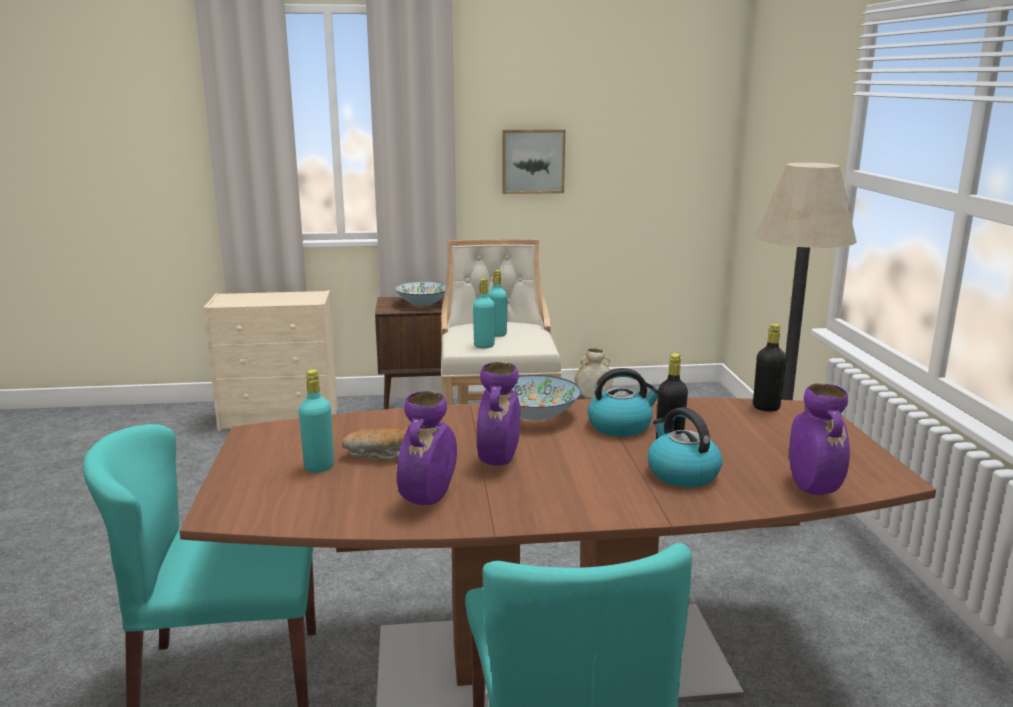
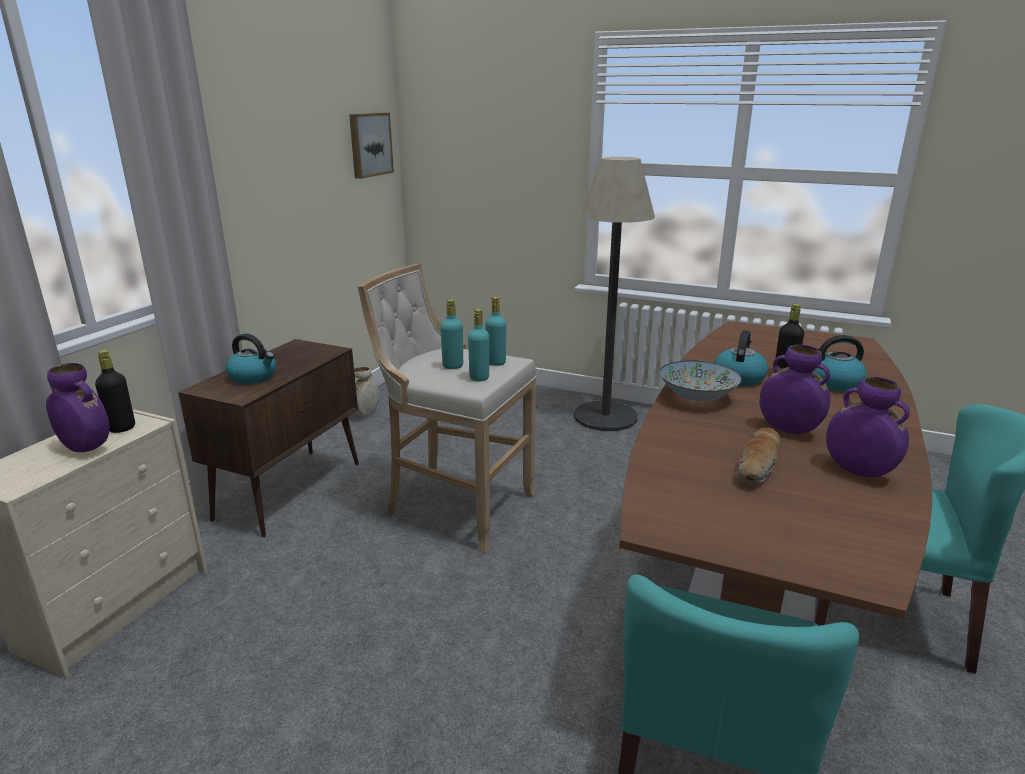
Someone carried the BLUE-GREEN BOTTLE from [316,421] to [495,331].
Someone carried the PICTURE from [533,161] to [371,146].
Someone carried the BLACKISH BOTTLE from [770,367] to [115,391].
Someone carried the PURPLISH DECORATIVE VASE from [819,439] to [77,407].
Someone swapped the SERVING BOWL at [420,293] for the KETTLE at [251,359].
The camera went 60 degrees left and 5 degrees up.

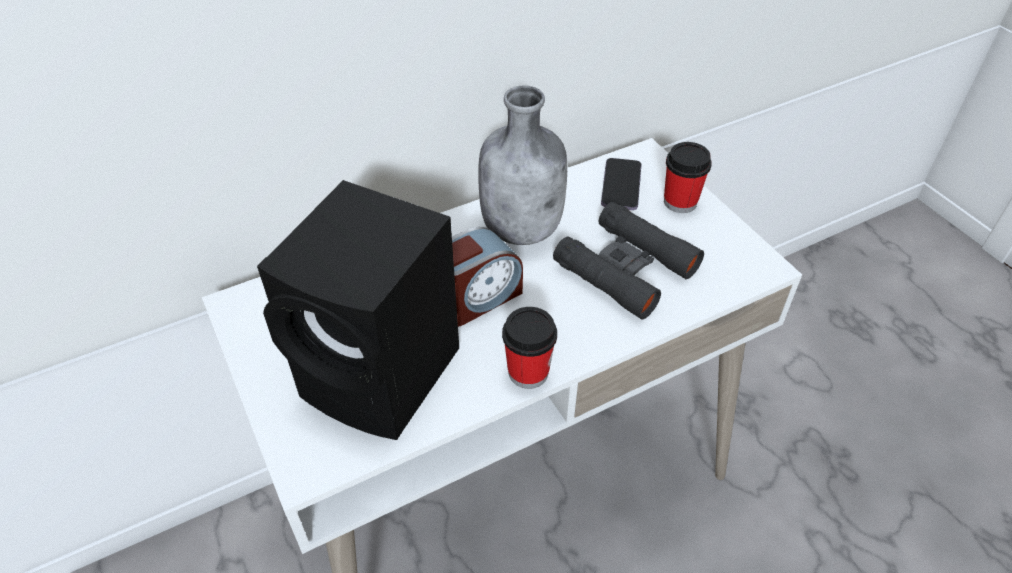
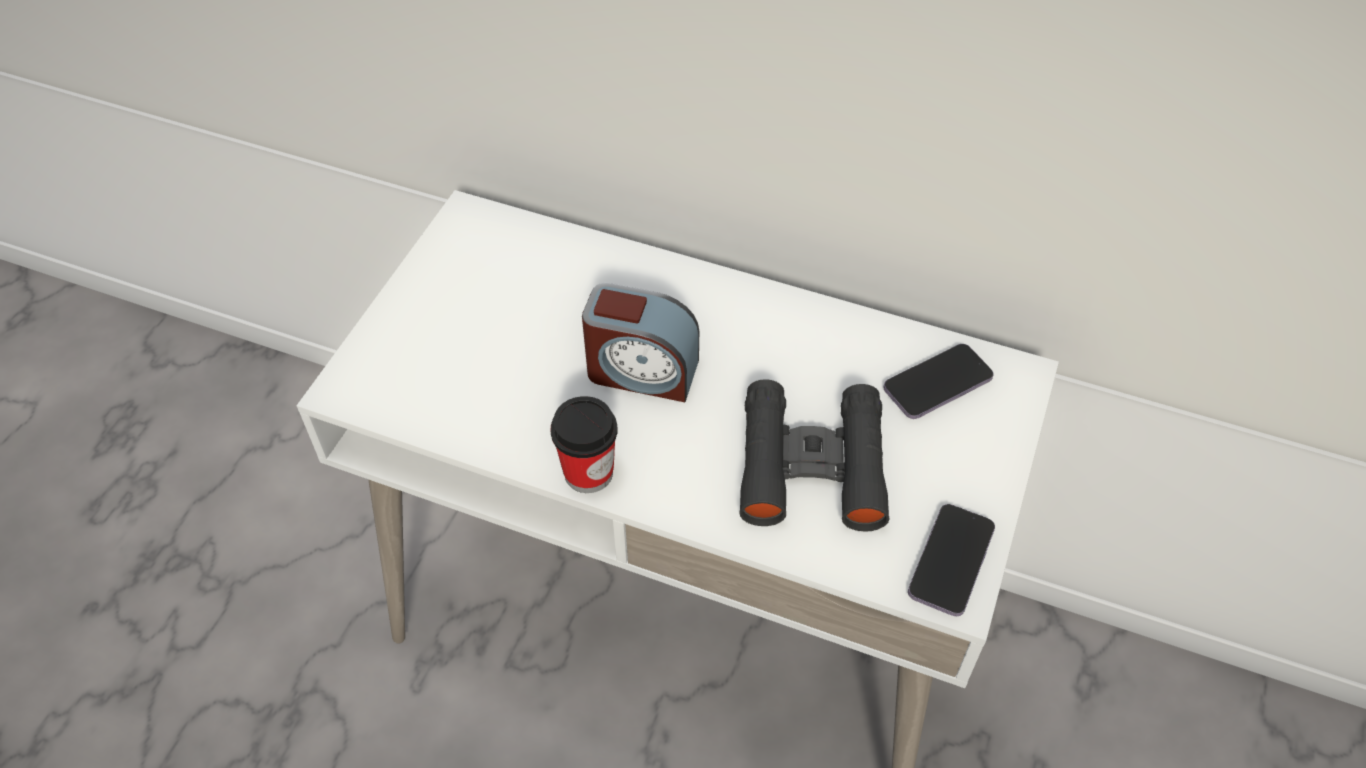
Someone took away the BLACKISH LOUDSPEAKER at [358,310].
Someone took away the GRAY BOTTLE at [522,165].
Someone took away the CUP at [688,177].
Someone put down the PHONE at [951,560].
The camera went 50 degrees right and 5 degrees up.

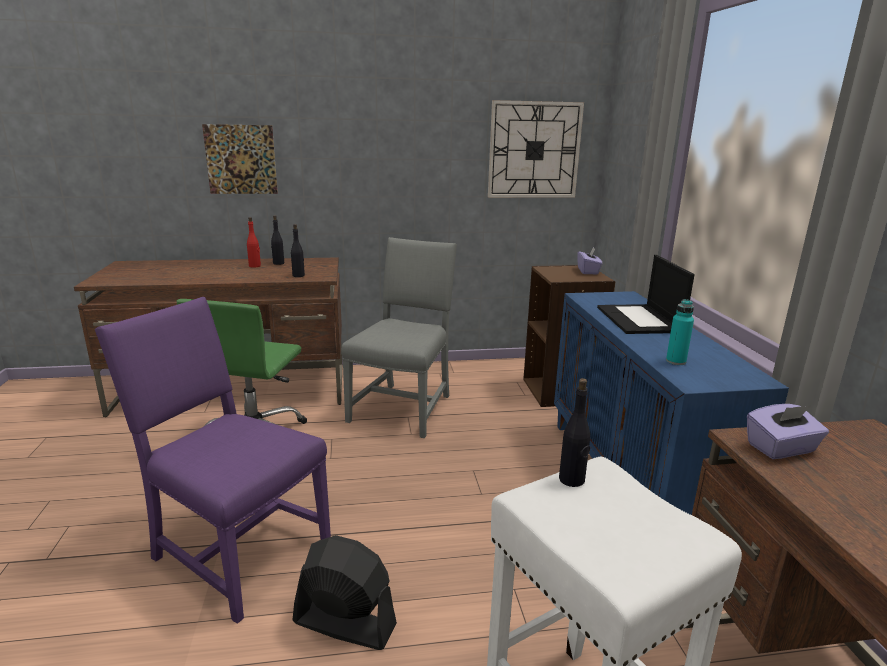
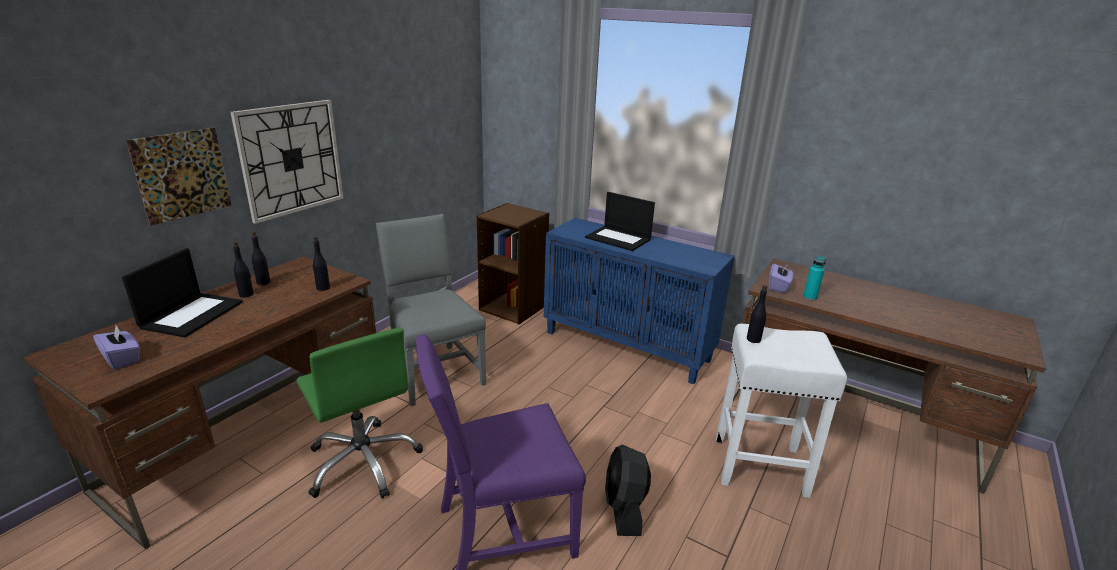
Someone put down the PORTABLE COMPUTER at [182,292].
Someone carried the CLOCK ON THE WALL from [536,149] to [287,162].
Someone carried the PURPLISH TISSUE BOX from [589,260] to [116,347].
Someone carried the BLUE-GREEN BOTTLE from [680,332] to [814,278].
Someone repainted the REDDISH BOTTLE at [254,242], which became the BLACKISH BOTTLE at [243,269].
Someone rotated the BLACKISH ELECTRIC FAN at [344,592] by 60 degrees counterclockwise.
The camera went 50 degrees left and 5 degrees up.

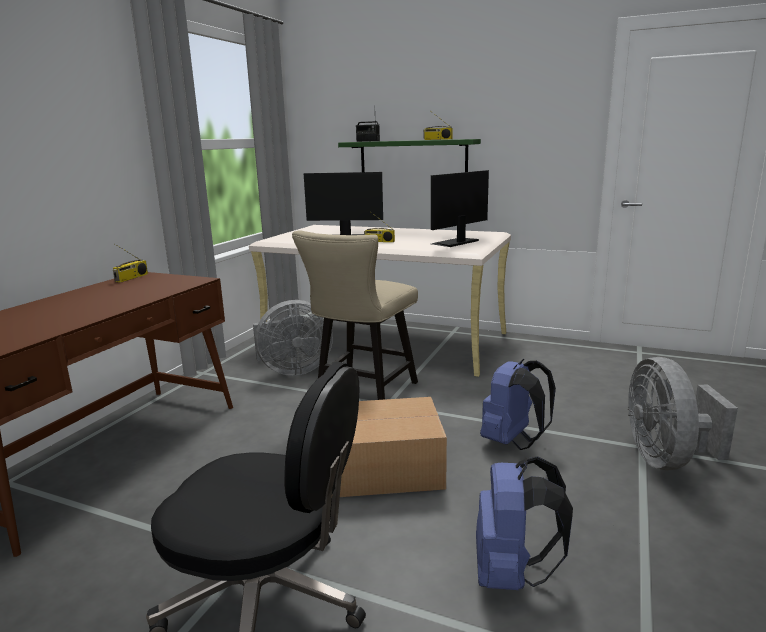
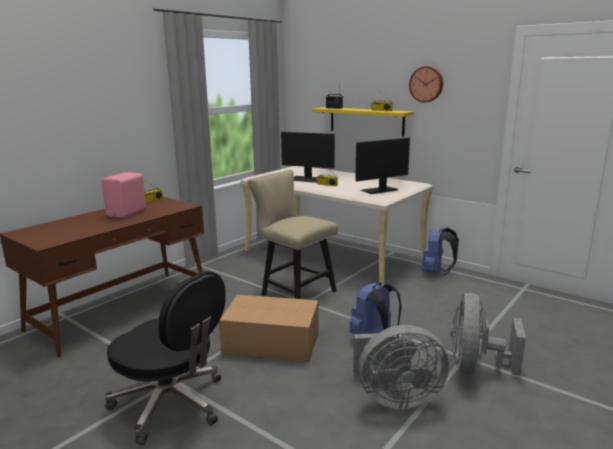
Someone put down the PINK LOUDSPEAKER at [123,195].
Someone put up the CLOCK ON THE WALL at [426,84].
Someone carried the GRAY ELECTRIC FAN from [293,338] to [401,367].
Someone carried the BLUE-COLOURED RUCKSACK from [524,523] to [440,252].
Someone repainted the GREEN-COLOURED BRACKET SHELF at [409,155], which became the YELLOW-COLOURED BRACKET SHELF at [363,122].
Someone rotated the SAND-COLOURED CHAIR at [355,315] by 90 degrees clockwise.
The camera went 15 degrees right and 0 degrees up.

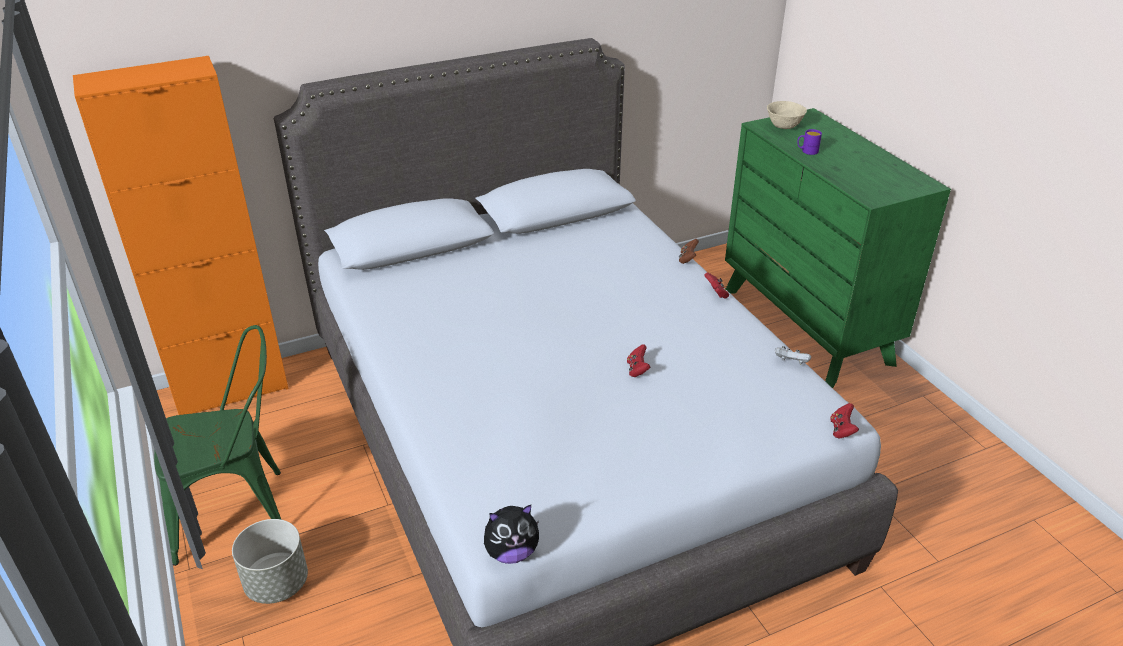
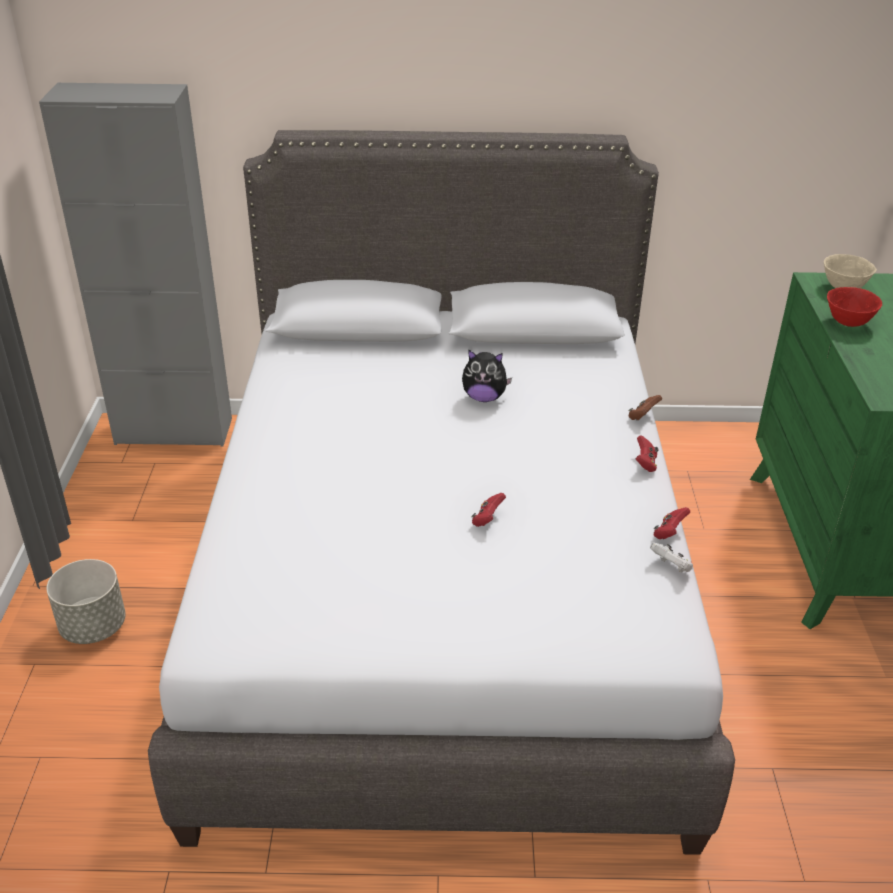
Someone took away the GREEN-COLOURED CHAIR at [218,445].
Someone carried the SOFT TOY from [511,534] to [487,375].
Someone carried the REDDISH GAMEPAD from [844,421] to [672,523].
Someone swapped the PURPLISH TEA MUG at [809,142] for the REDDISH SERVING BOWL at [854,307].
Someone repainted the ORANGEY CUPBOARD at [181,235], which became the GRAY CUPBOARD at [135,265].
The camera went 25 degrees right and 0 degrees up.

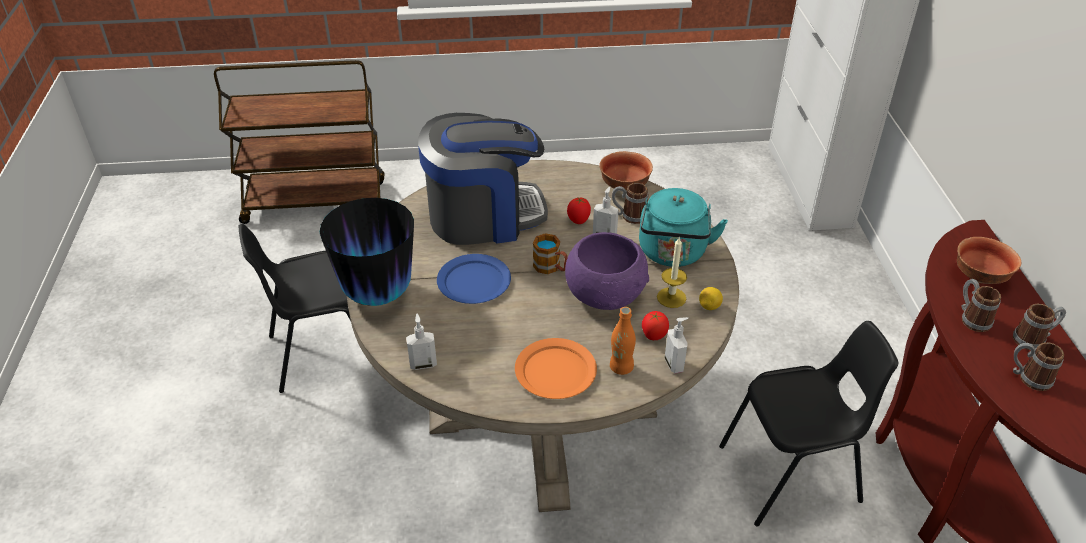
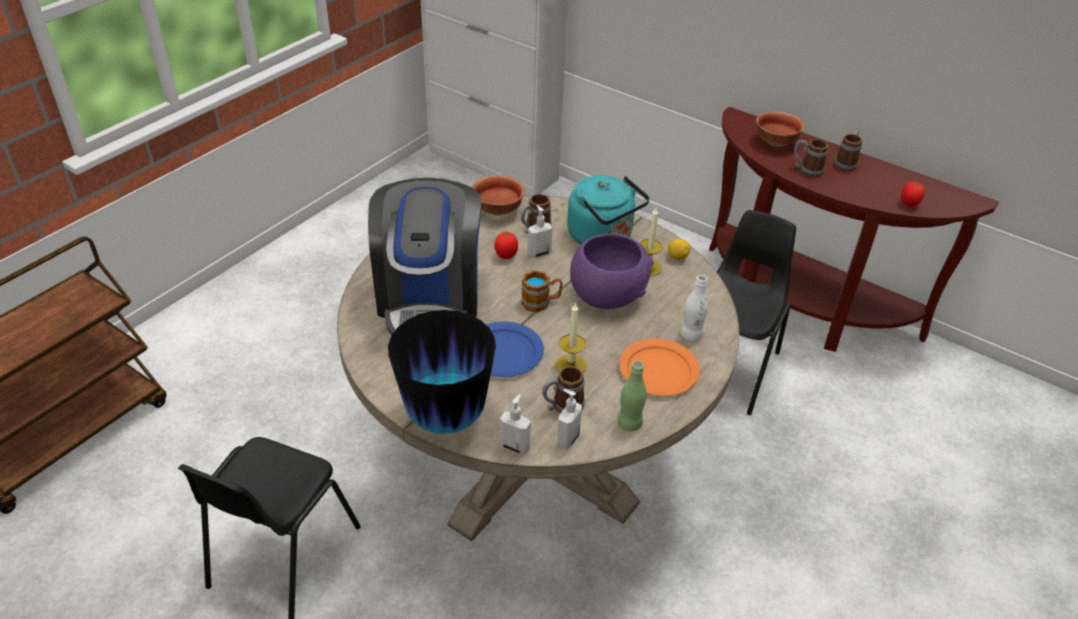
Someone put down the WAX LIGHT at [571,337].
Someone put down the GREEN-COLOURED BOTTLE at [632,396].
Someone carried the WHOLE TOMATO from [655,325] to [913,194].
Someone carried the LIQUID SOAP BOTTLE from [676,345] to [515,424].
Someone carried the TEA MUG from [1038,366] to [563,389].
Someone repainted the ORANGEY BOTTLE at [623,341], which became the WHITE BOTTLE at [694,308].
Someone rotated the COFFEE MAKER at [483,179] by 150 degrees clockwise.
The camera went 50 degrees left and 0 degrees up.

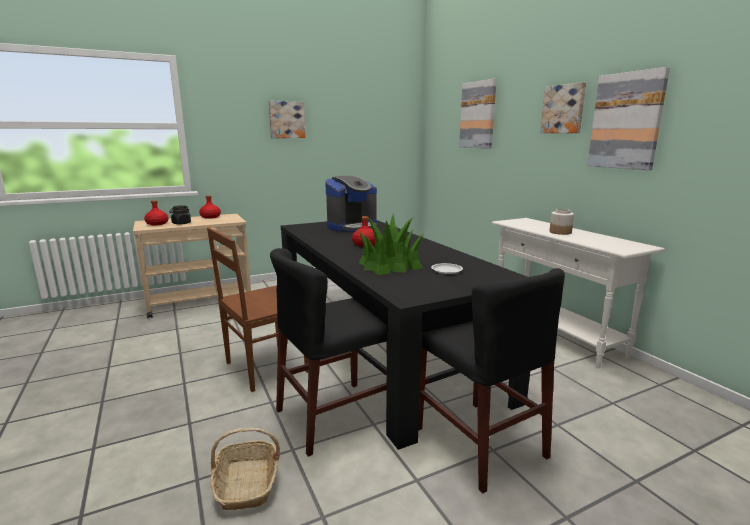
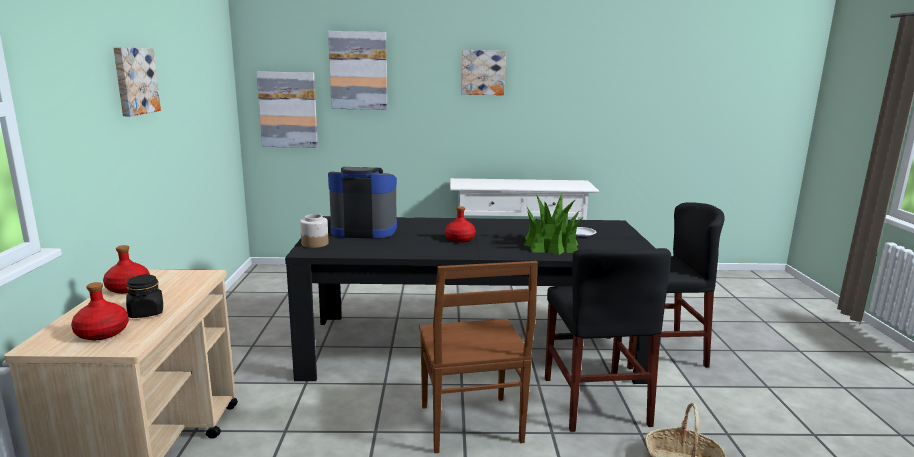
Someone carried the STORAGE JAR from [561,222] to [314,231].
Someone carried the PICTURE from [628,118] to [287,109].
Someone rotated the COFFEE MAKER at [351,204] by 75 degrees counterclockwise.
The camera went 65 degrees left and 0 degrees up.

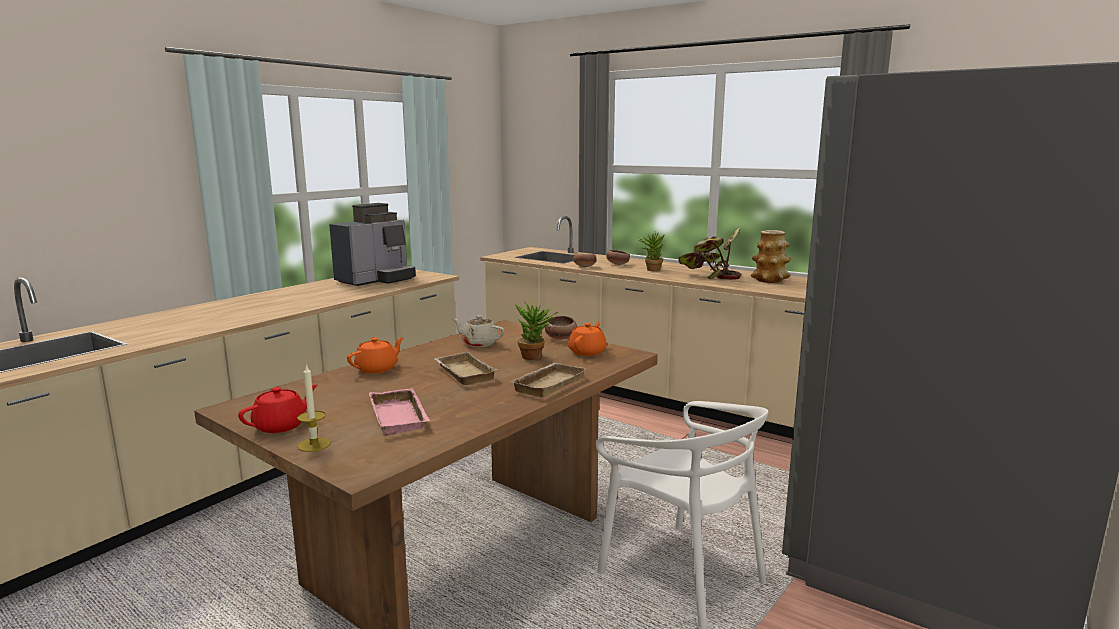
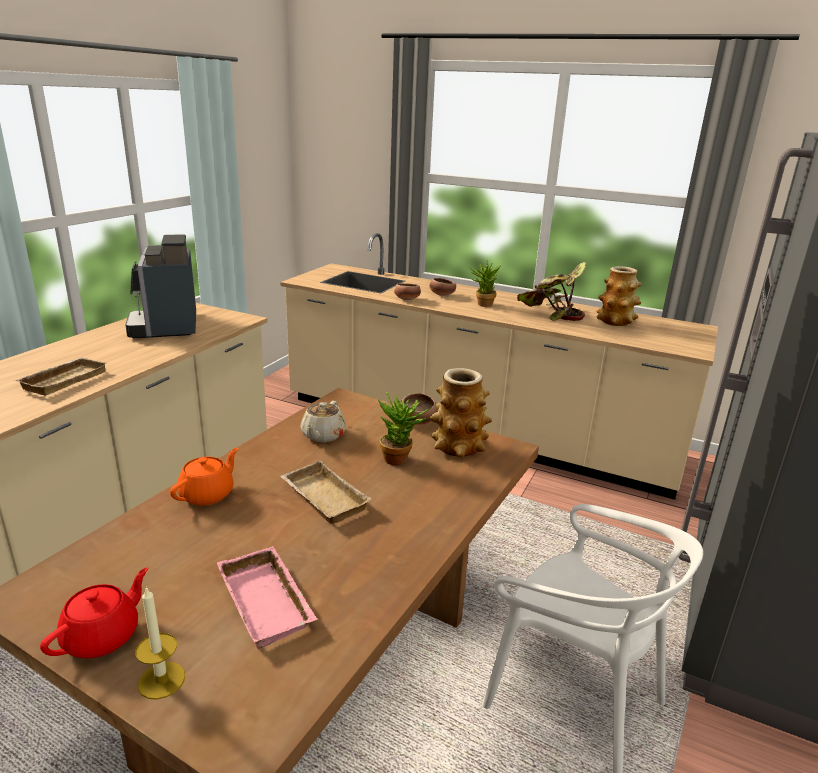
Someone carried the SAND-COLOURED TRAY from [548,380] to [61,376].
Someone swapped the ORANGEY POT FOR TEA at [587,339] for the DECORATIVE VASE at [461,413].
Someone rotated the COFFEE MAKER at [372,244] by 135 degrees clockwise.
Someone rotated the SAND-COLOURED POT FOR TEA at [479,331] by 90 degrees counterclockwise.
The camera went 10 degrees left and 10 degrees up.

